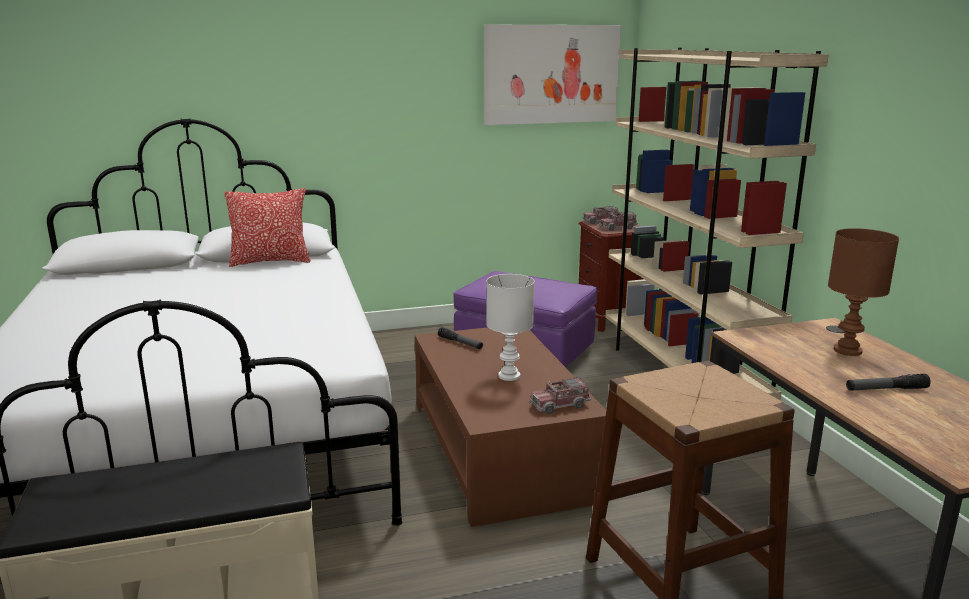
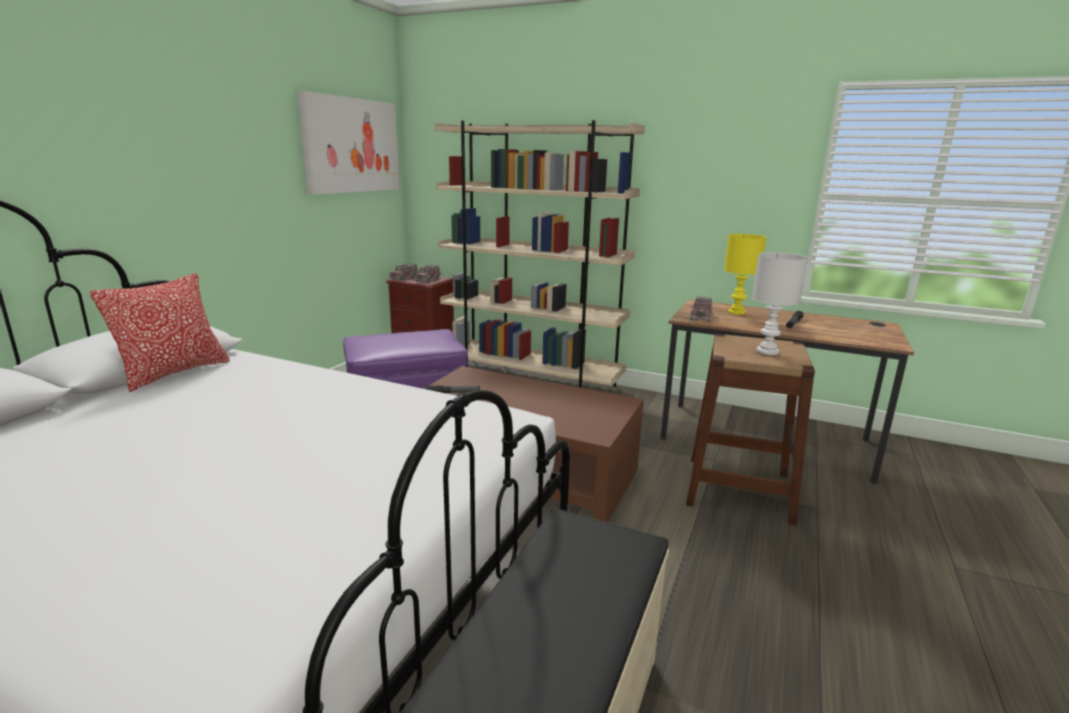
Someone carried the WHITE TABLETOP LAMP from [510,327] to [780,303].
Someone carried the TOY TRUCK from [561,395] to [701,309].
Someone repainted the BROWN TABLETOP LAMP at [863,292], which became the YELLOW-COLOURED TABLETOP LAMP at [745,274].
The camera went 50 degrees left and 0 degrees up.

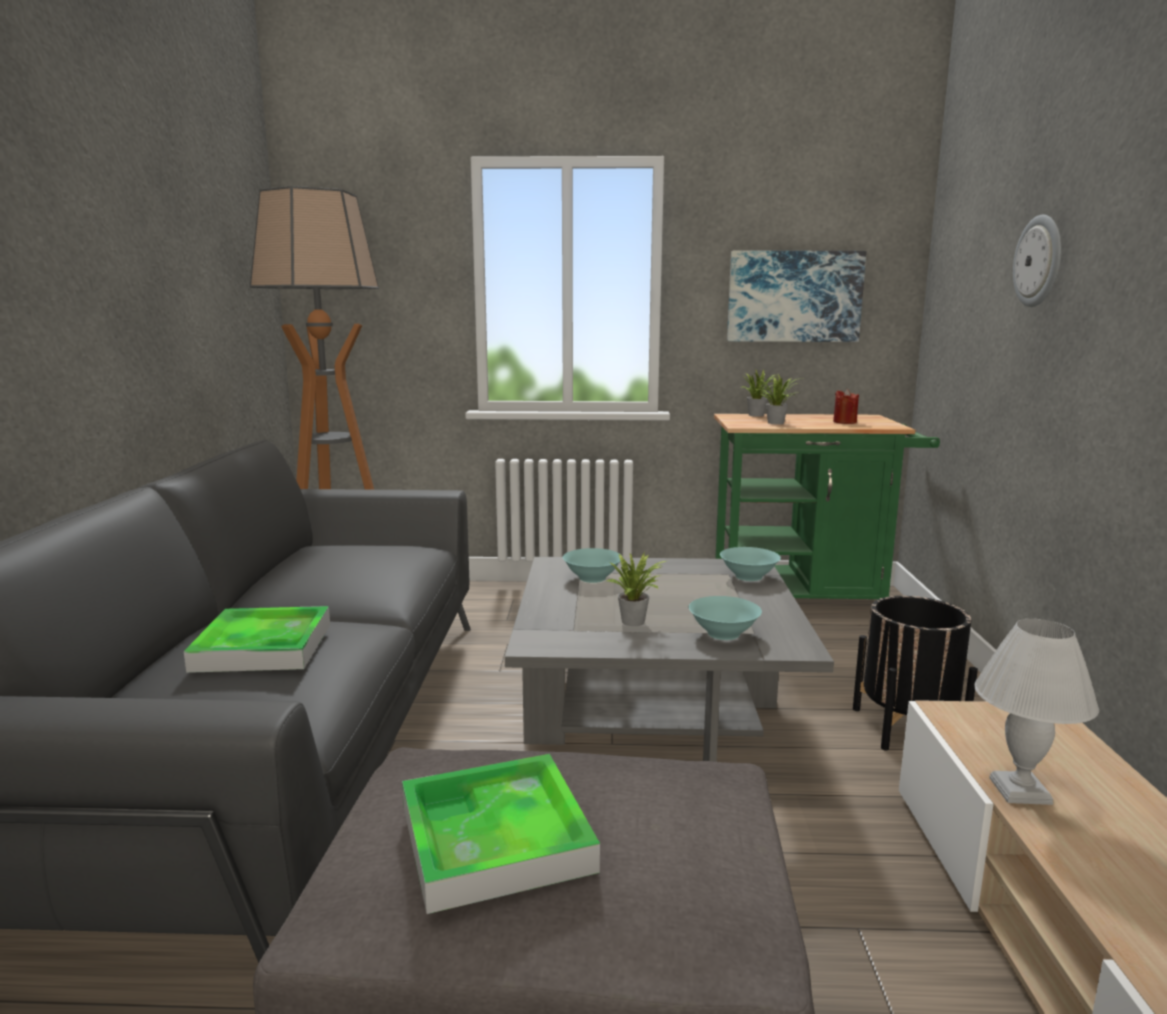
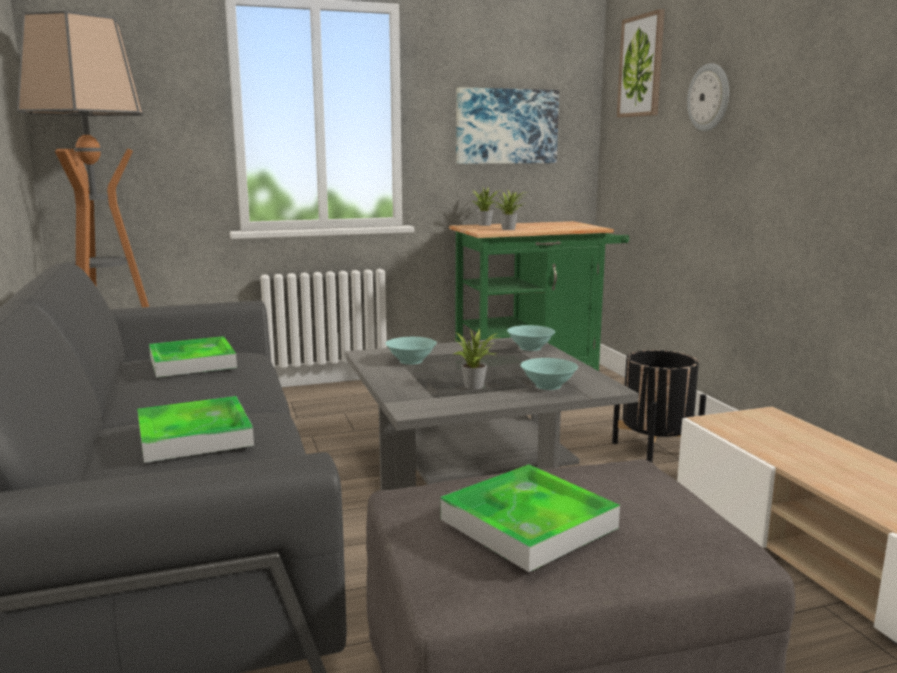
Someone took away the REDDISH WAX LIGHT at [846,406].
Someone took away the WHITE TABLETOP LAMP at [1036,712].
Someone put down the TRAY at [193,356].
Someone put up the PICTURE at [641,63].
The camera went 20 degrees left and 0 degrees up.

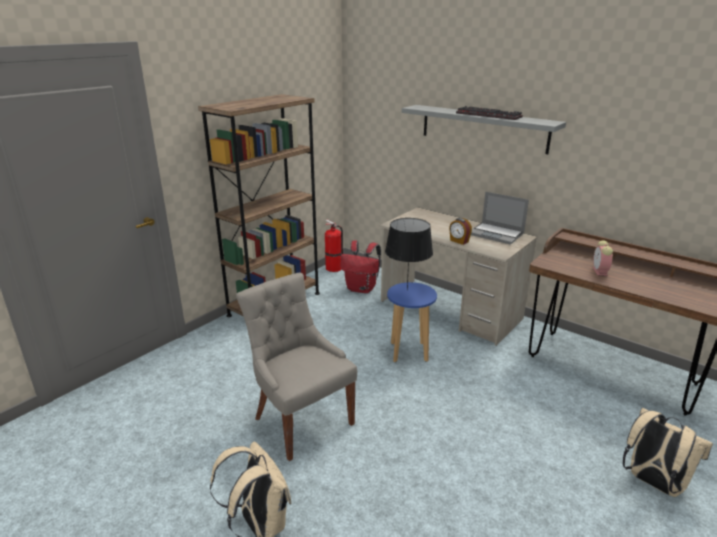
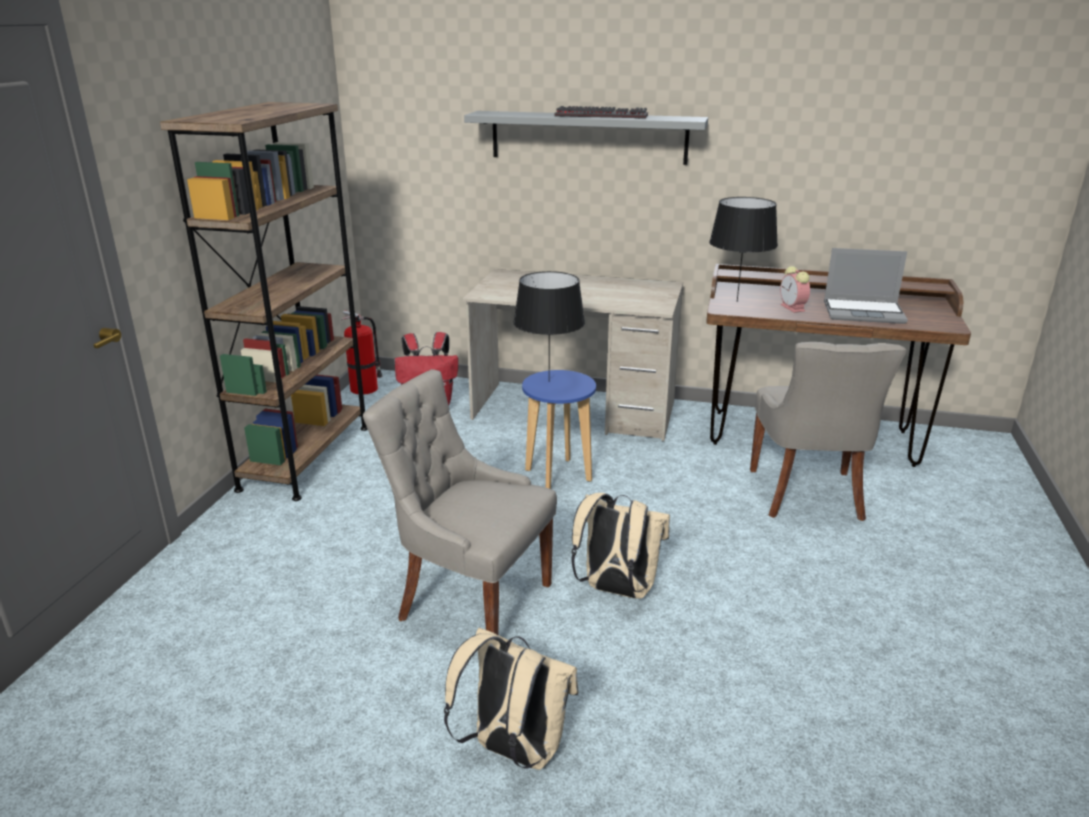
Someone took away the BEDSIDE CLOCK at [460,231].
Someone put down the BLACKISH TABLETOP LAMP at [743,249].
Someone put down the GRAY CHAIR at [828,431].
Someone carried the PORTABLE COMPUTER from [500,218] to [866,286].
Someone carried the SAND-COLOURED RUCKSACK from [668,452] to [620,546].
The camera went 25 degrees left and 0 degrees up.

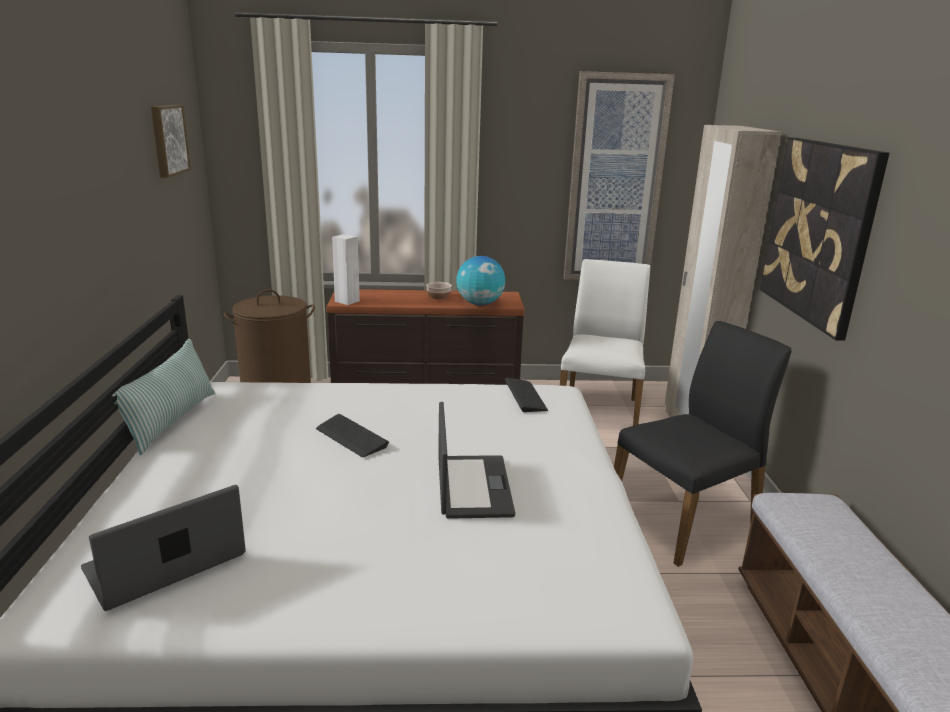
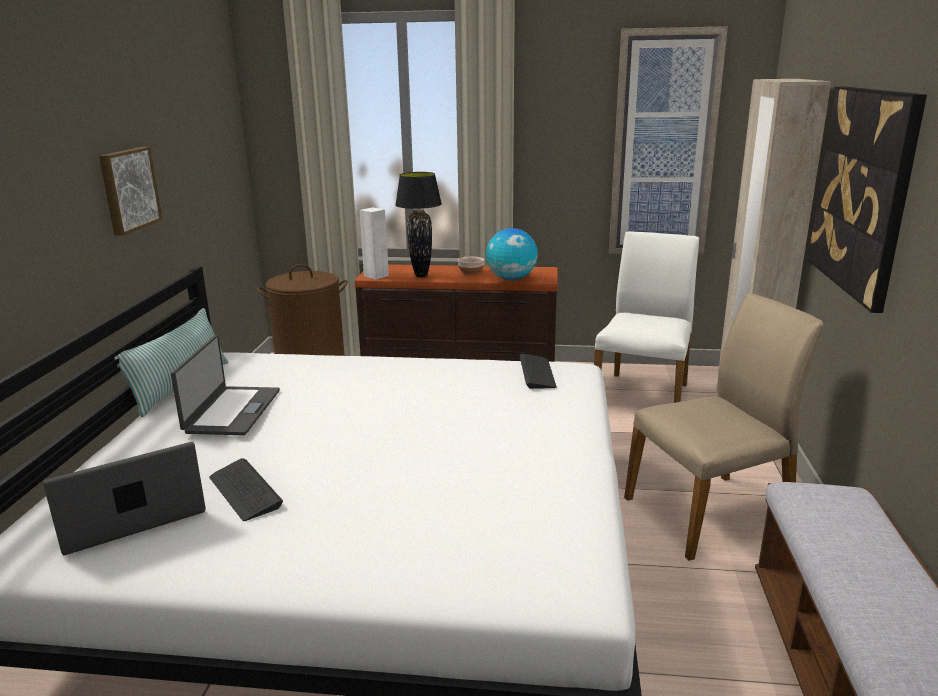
Someone put down the BLACKISH TABLETOP LAMP at [418,224].
Someone carried the PICTURE from [171,141] to [130,191].
Someone carried the PC KEYBOARD from [352,435] to [246,489].
Someone carried the PORTABLE COMPUTER from [476,460] to [225,385].
Someone repainted the BLACKISH CHAIR at [702,444], which became the SAND-COLOURED CHAIR at [723,427].
The camera went 10 degrees right and 0 degrees up.

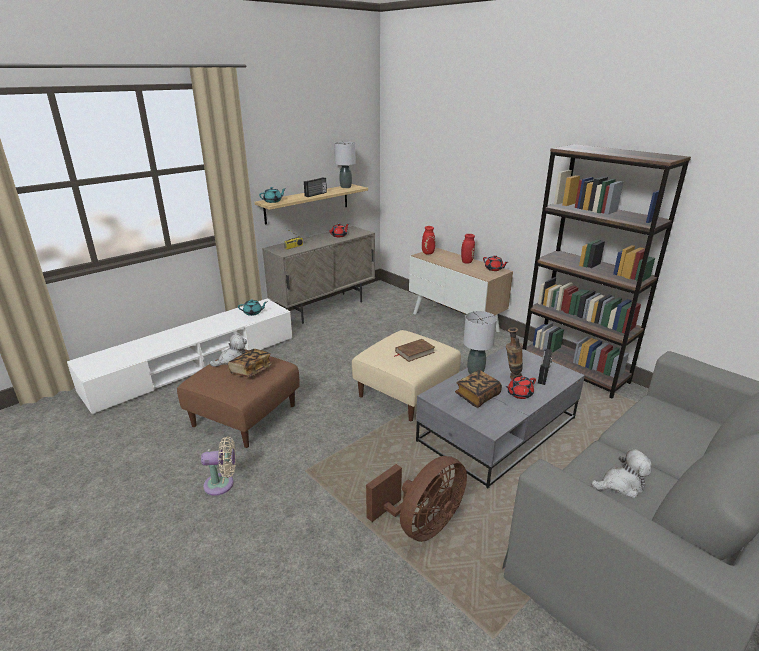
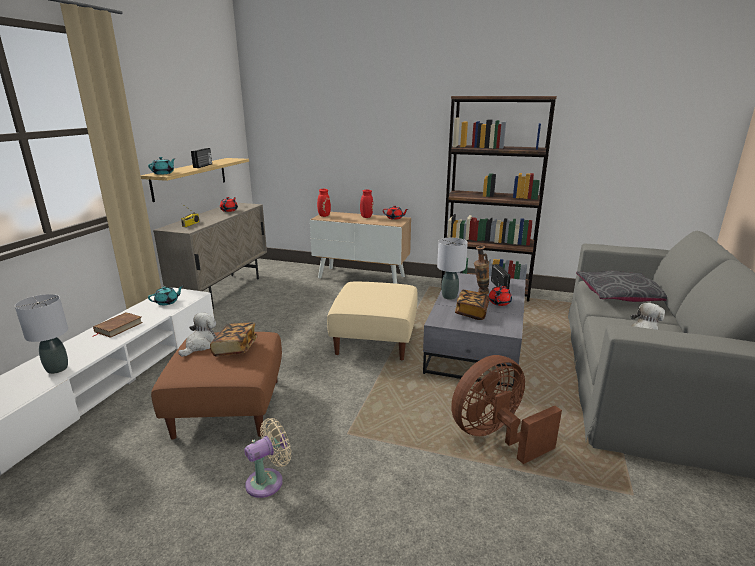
Someone put down the GRAY THROW PILLOW at [621,286].
Someone carried the GRAY TABLETOP LAMP from [345,165] to [41,334].
Someone carried the BROWN VOLUME from [414,350] to [118,325].
Someone rotated the BROWN ELECTRIC FAN at [416,499] by 135 degrees counterclockwise.
The camera went 30 degrees left and 5 degrees down.

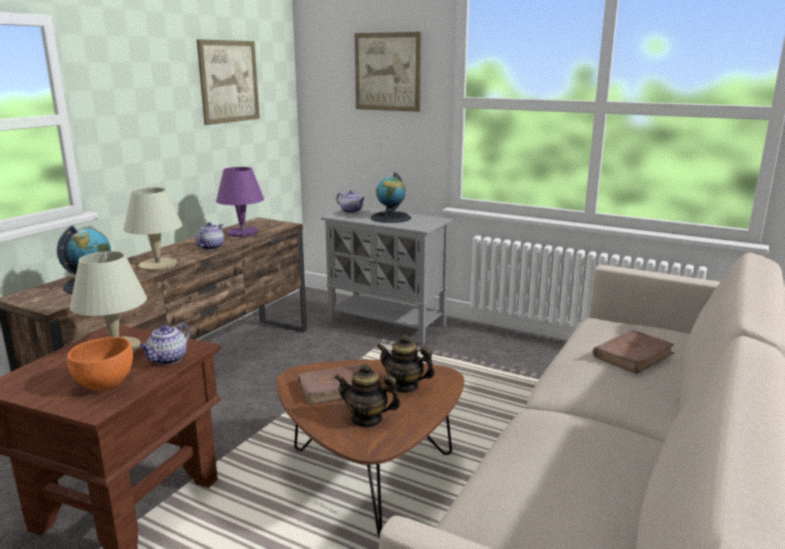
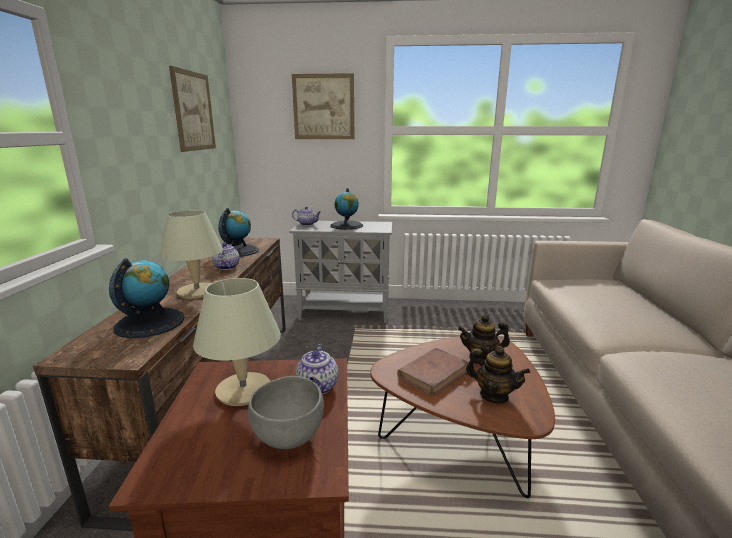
Someone took away the BROWN VOLUME at [633,352].
Someone swapped the PURPLISH TABLETOP LAMP at [240,202] for the DESK GLOBE at [238,232].
Someone repainted the ORANGEY SERVING BOWL at [100,363], which became the GRAY SERVING BOWL at [286,412].
Someone rotated the POT FOR TEA at [368,396] by 135 degrees counterclockwise.
The camera went 25 degrees left and 0 degrees up.

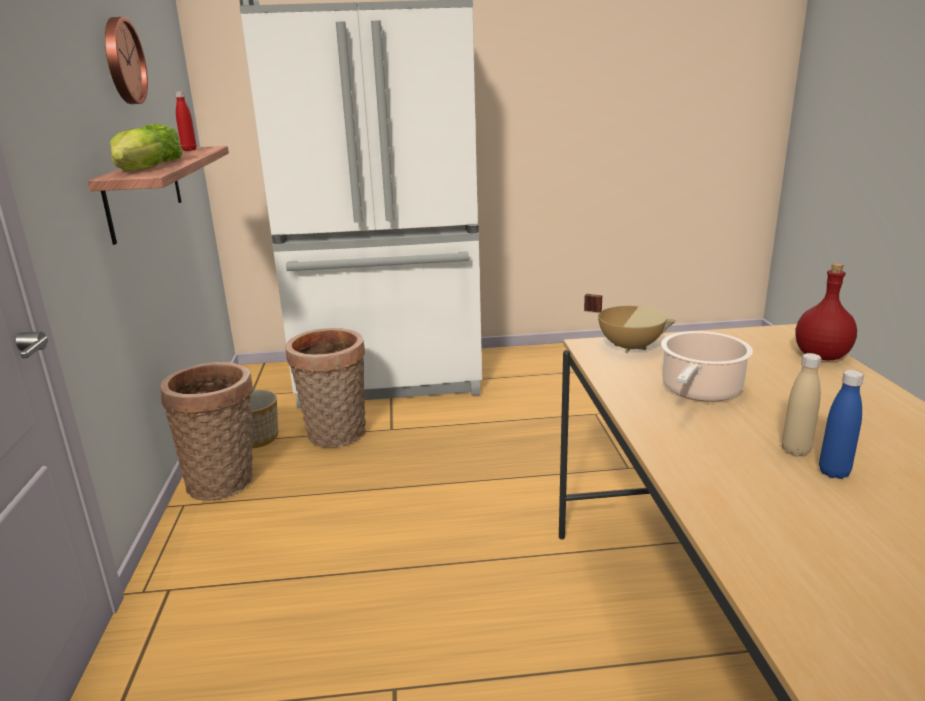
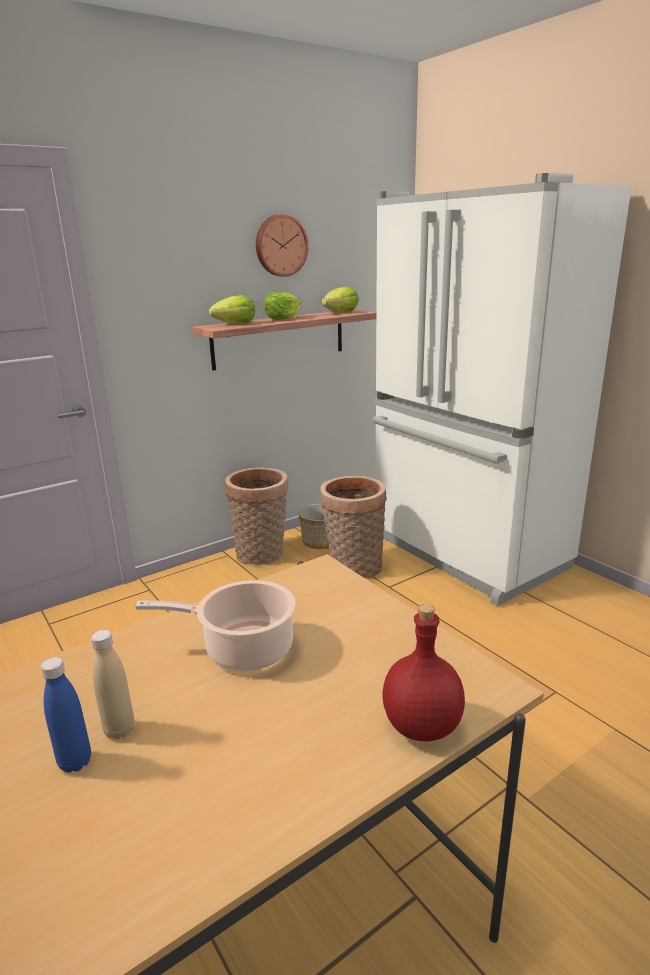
Someone took away the SAND-COLOURED COOKING POT at [630,323].
Someone swapped the REDDISH BOTTLE at [186,121] for the HEAD OF LETTUCE at [340,299].
The camera went 60 degrees right and 0 degrees up.

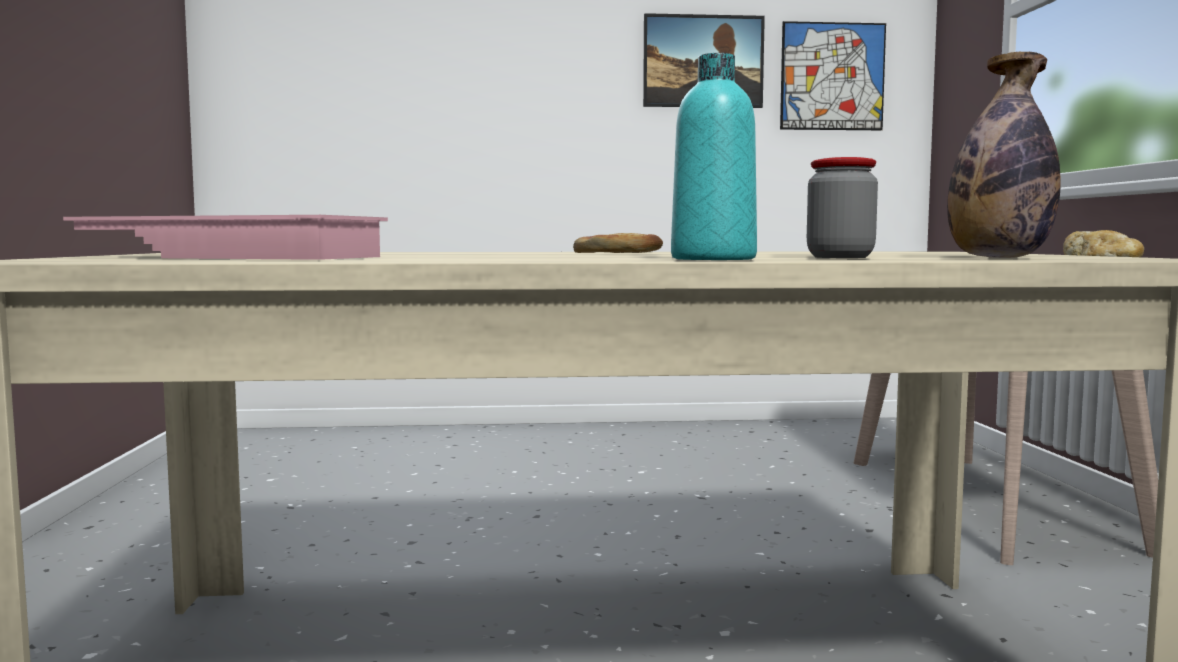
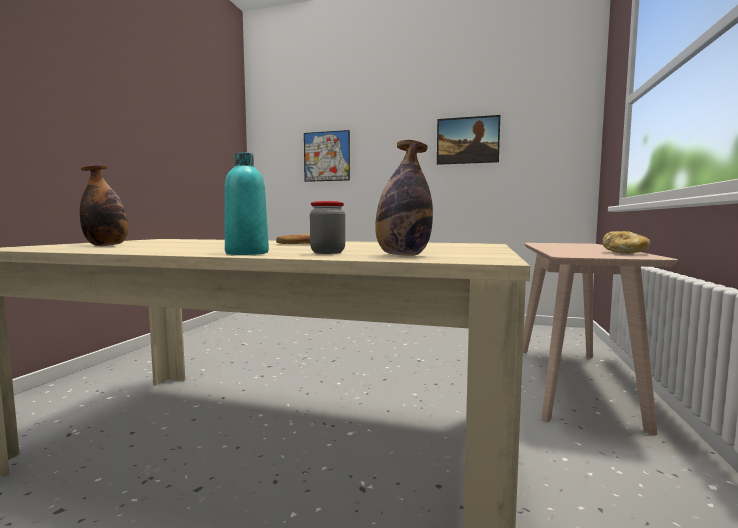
Someone carried the PICTURE from [833,75] to [327,156].
Someone swapped the PINK TRAY at [225,237] for the BOTTLE at [104,205].
The camera went 20 degrees right and 0 degrees up.

